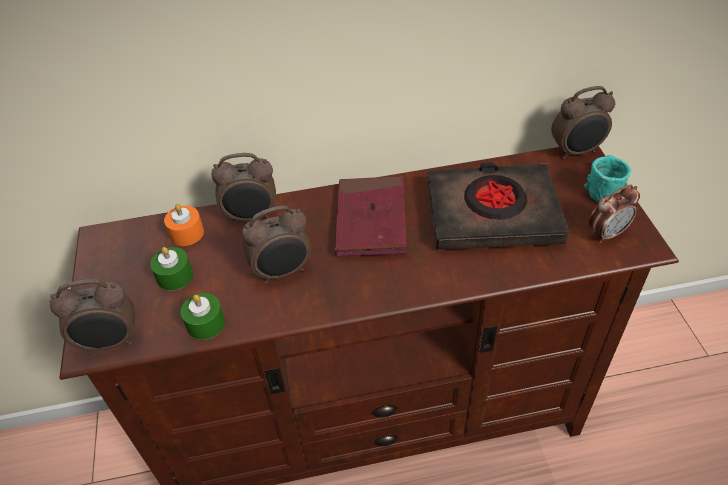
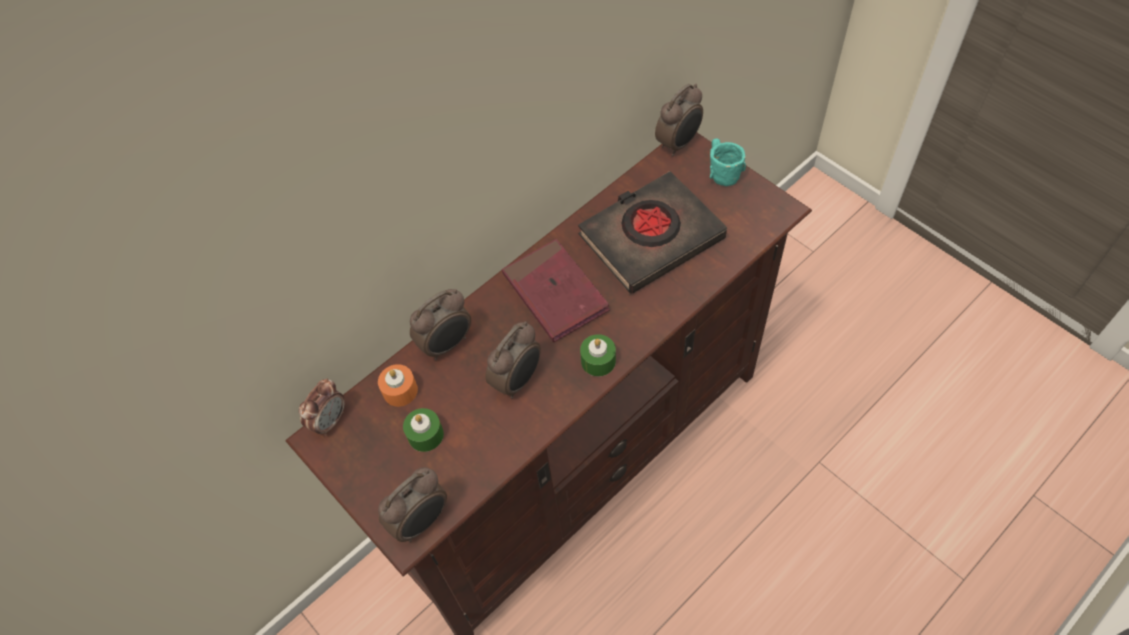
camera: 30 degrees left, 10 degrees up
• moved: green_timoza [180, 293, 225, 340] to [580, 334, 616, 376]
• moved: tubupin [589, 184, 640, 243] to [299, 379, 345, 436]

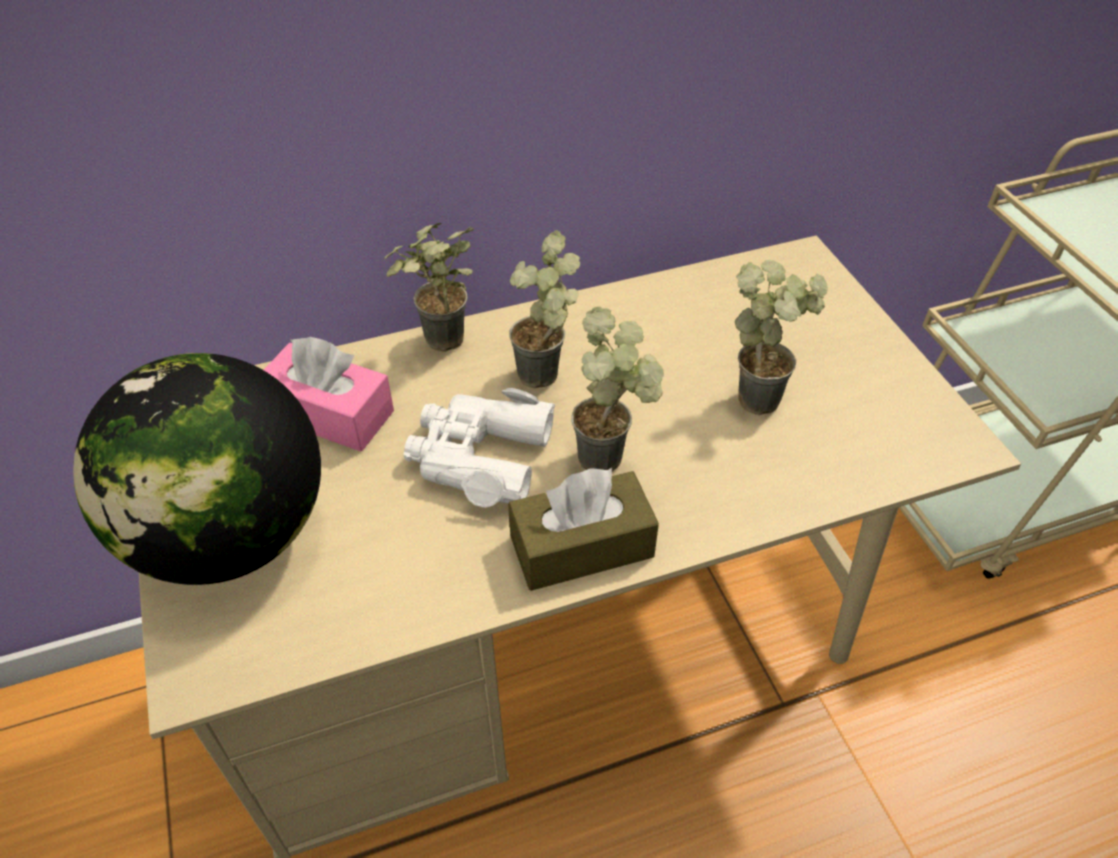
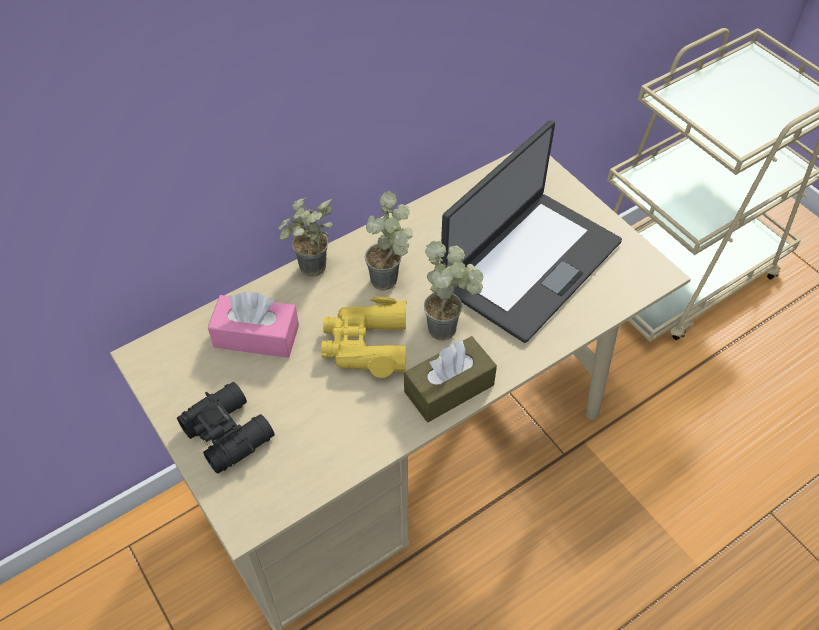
camera: 15 degrees left, 5 degrees up
• replaced: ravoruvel [73, 353, 321, 585] to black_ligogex [177, 382, 275, 474]
• recoloured: white_ligogex [403, 388, 555, 508] to yellow_ligogex [321, 297, 407, 378]
• replaced: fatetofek [735, 260, 828, 415] to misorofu [440, 120, 622, 343]

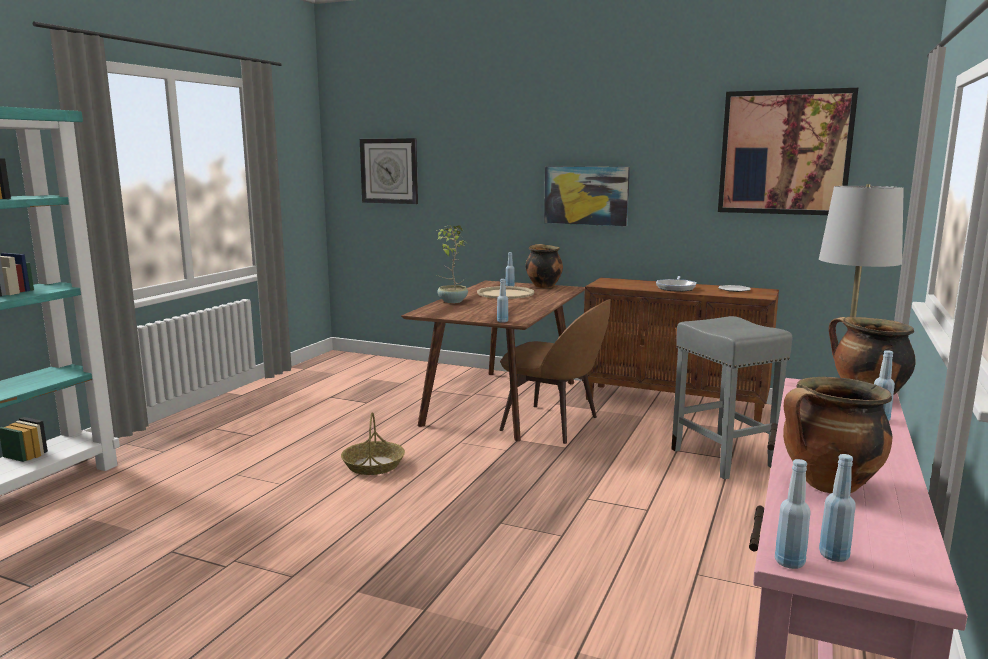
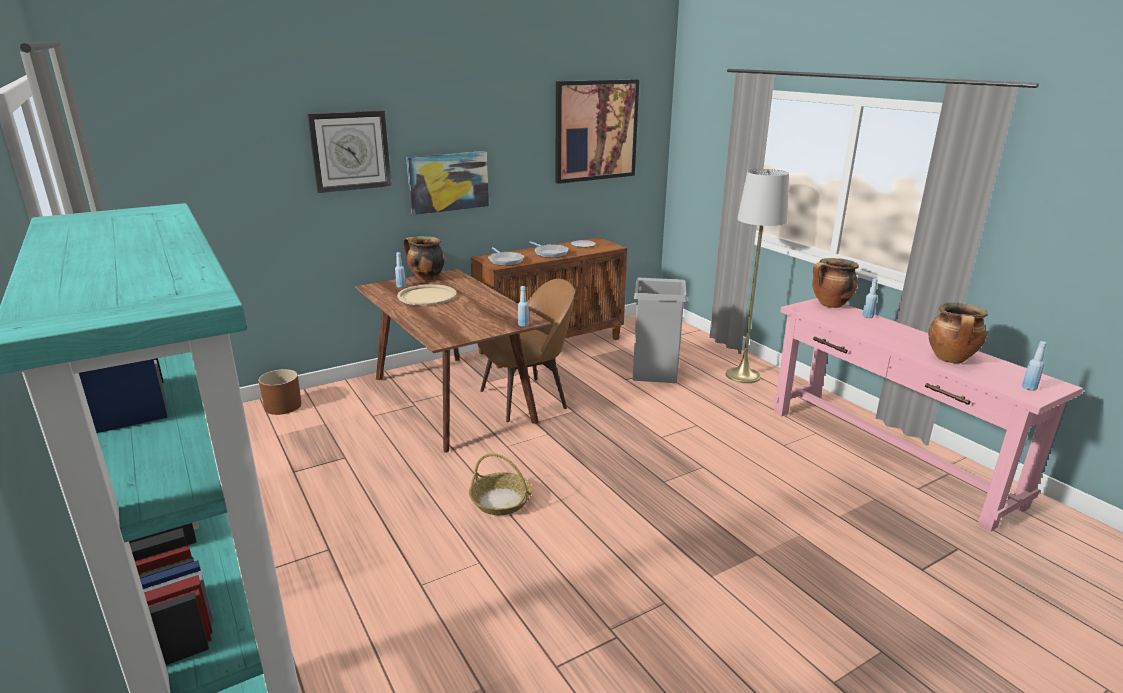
camera: 55 degrees left, 10 degrees up
• moved: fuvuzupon [360, 138, 418, 204] to [307, 111, 391, 193]
• removed: fatetofek [436, 225, 468, 303]
• replaced: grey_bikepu [671, 316, 792, 479] to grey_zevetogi [633, 278, 687, 383]
• removed: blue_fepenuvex [775, 459, 811, 569]
• added: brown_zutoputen [258, 369, 301, 415]
• added: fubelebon [488, 247, 524, 266]

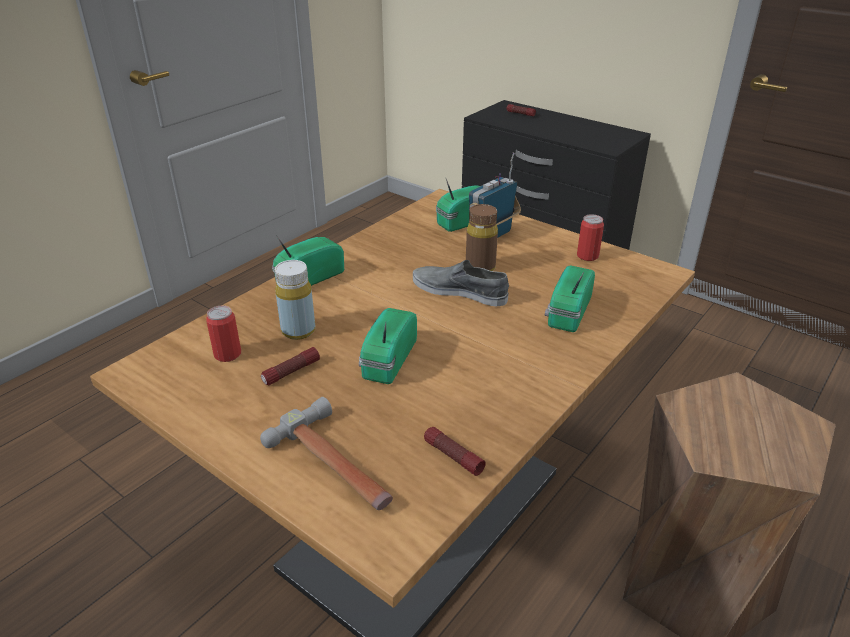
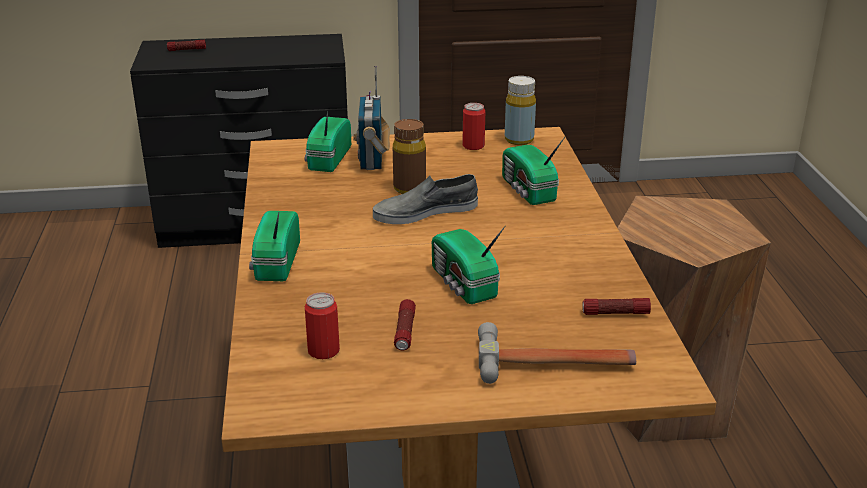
camera: 45 degrees left, 5 degrees down
• moved: yellow_fepenuvex [275, 260, 316, 340] to [505, 76, 536, 145]

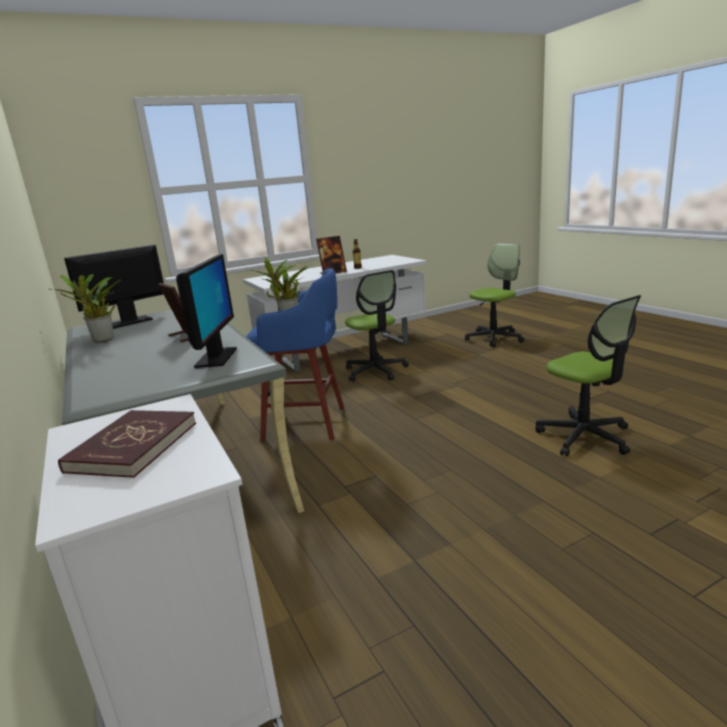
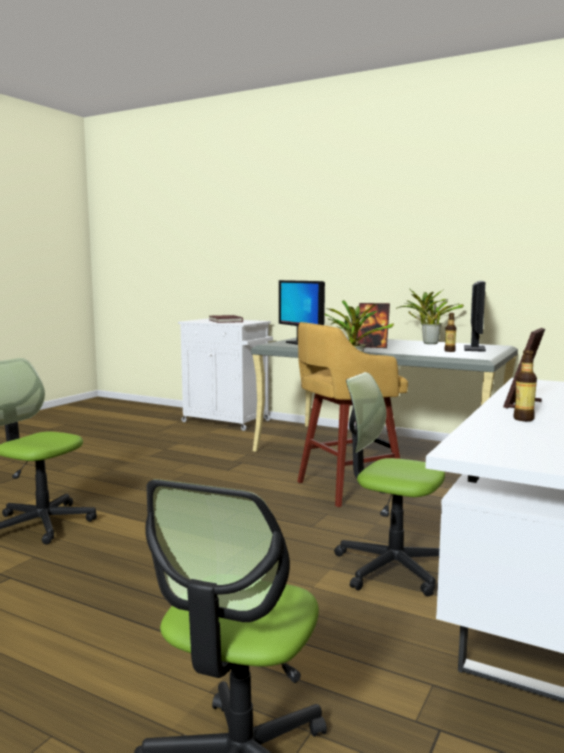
camera: 145 degrees right, 10 degrees down
• recoloured: blue_bikepu [246, 268, 344, 442] to yellow_bikepu [297, 322, 408, 507]
• added: fepenuvex [444, 313, 456, 352]

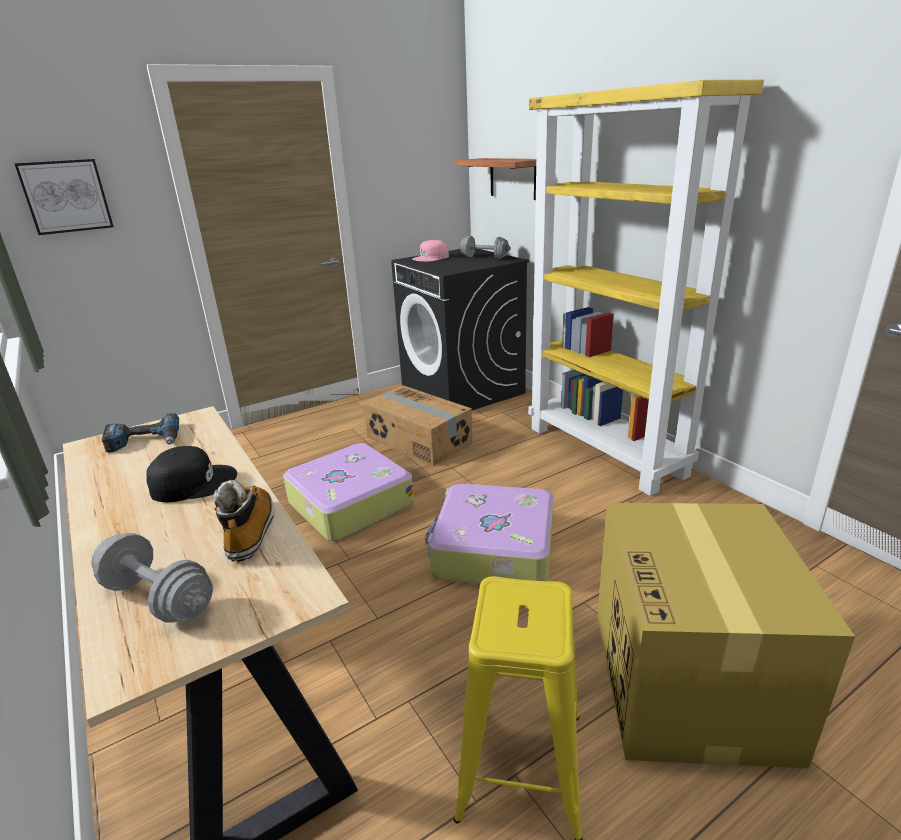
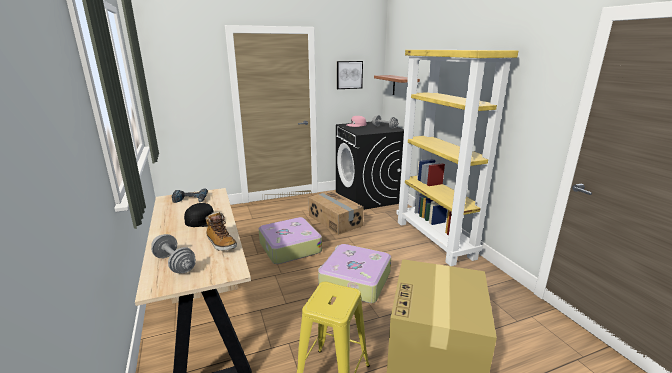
camera: 10 degrees right, 5 degrees down
• moved: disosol [14, 159, 114, 235] to [337, 61, 363, 89]
• turned: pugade [214, 480, 275, 562] = [205, 212, 237, 251] 135 degrees clockwise

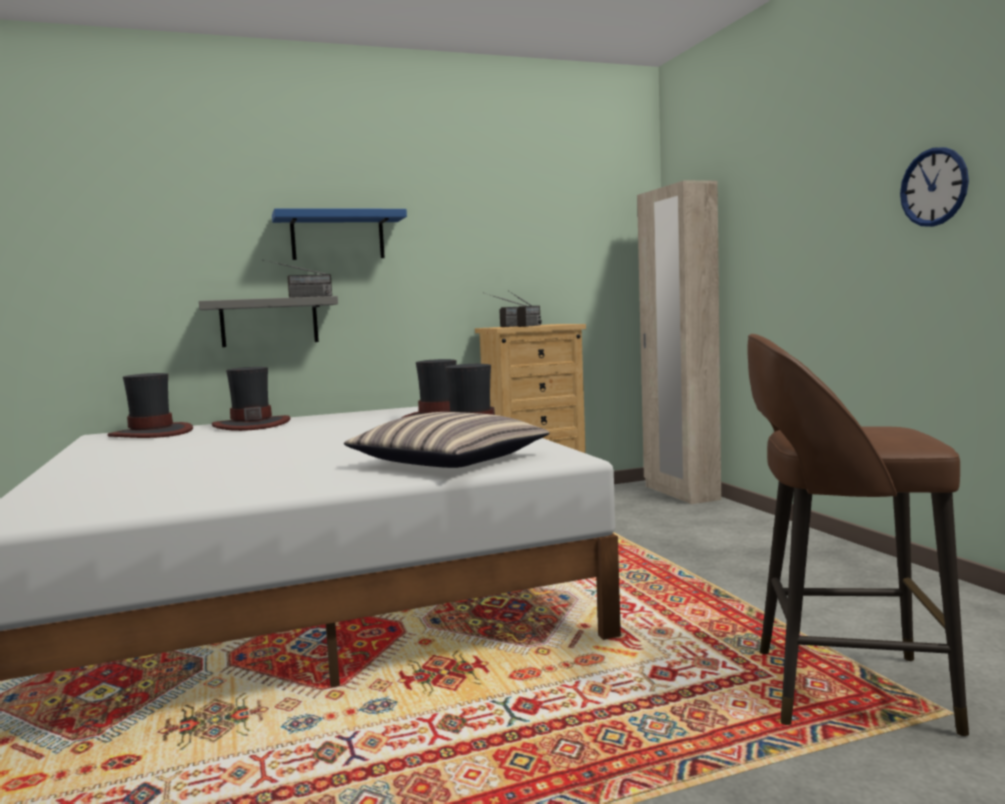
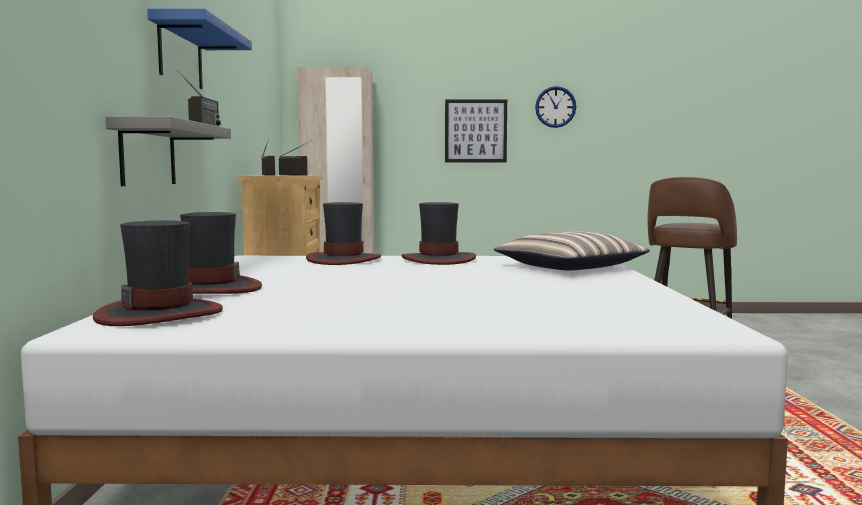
camera: 70 degrees left, 0 degrees up
• added: disosol [445, 99, 507, 163]

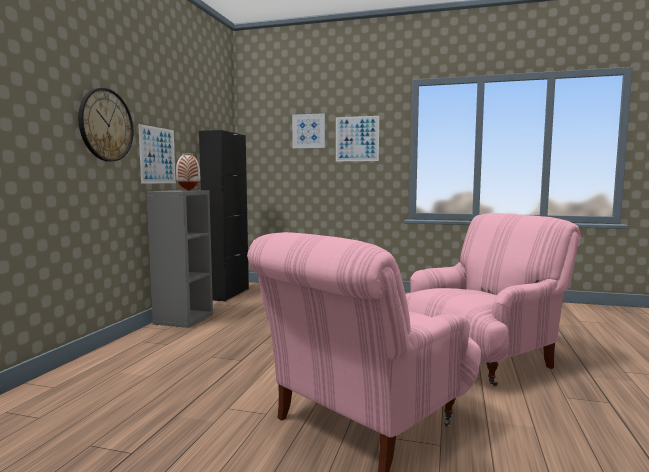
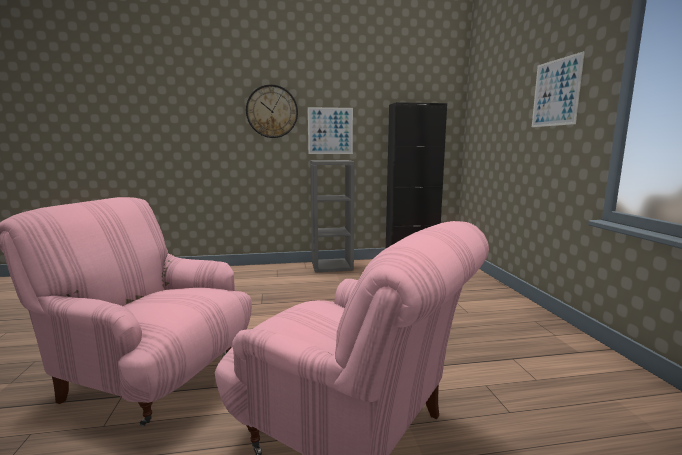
camera: 65 degrees right, 5 degrees up
• removed: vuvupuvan [176, 153, 200, 191]
• removed: disosol [292, 113, 325, 149]

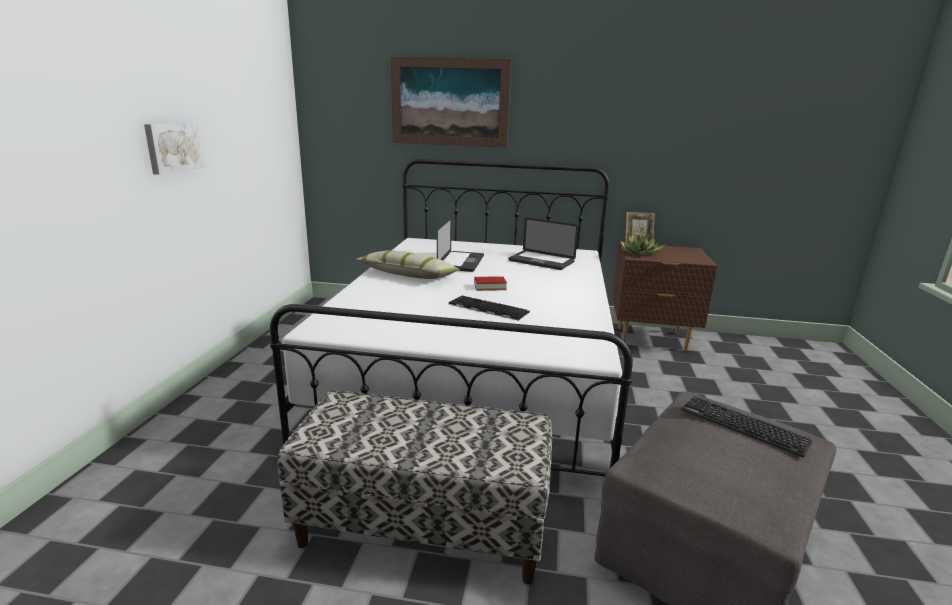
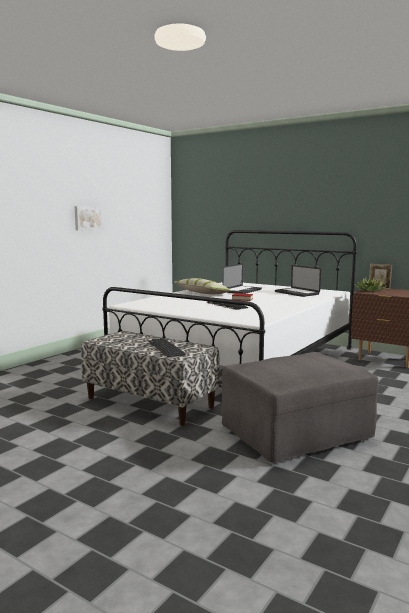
camera: 25 degrees right, 10 degrees down
• removed: disosol [391, 57, 511, 148]
• moved: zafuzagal [681, 396, 813, 457] to [148, 338, 186, 357]

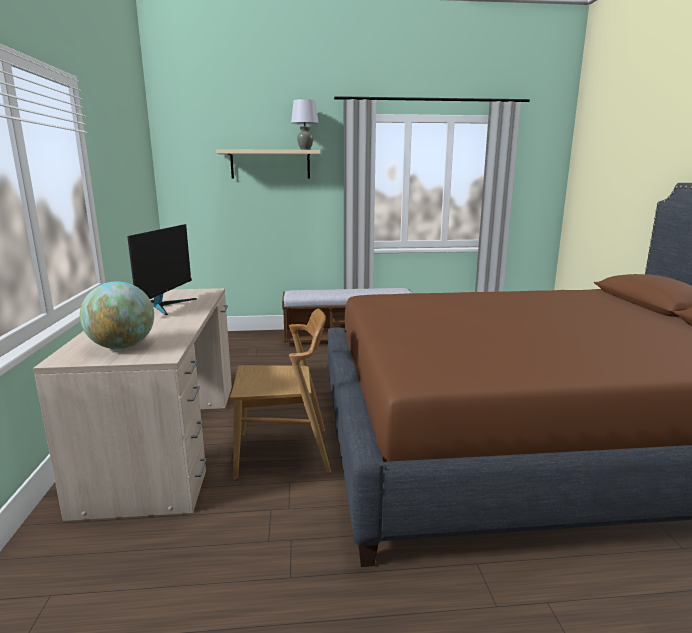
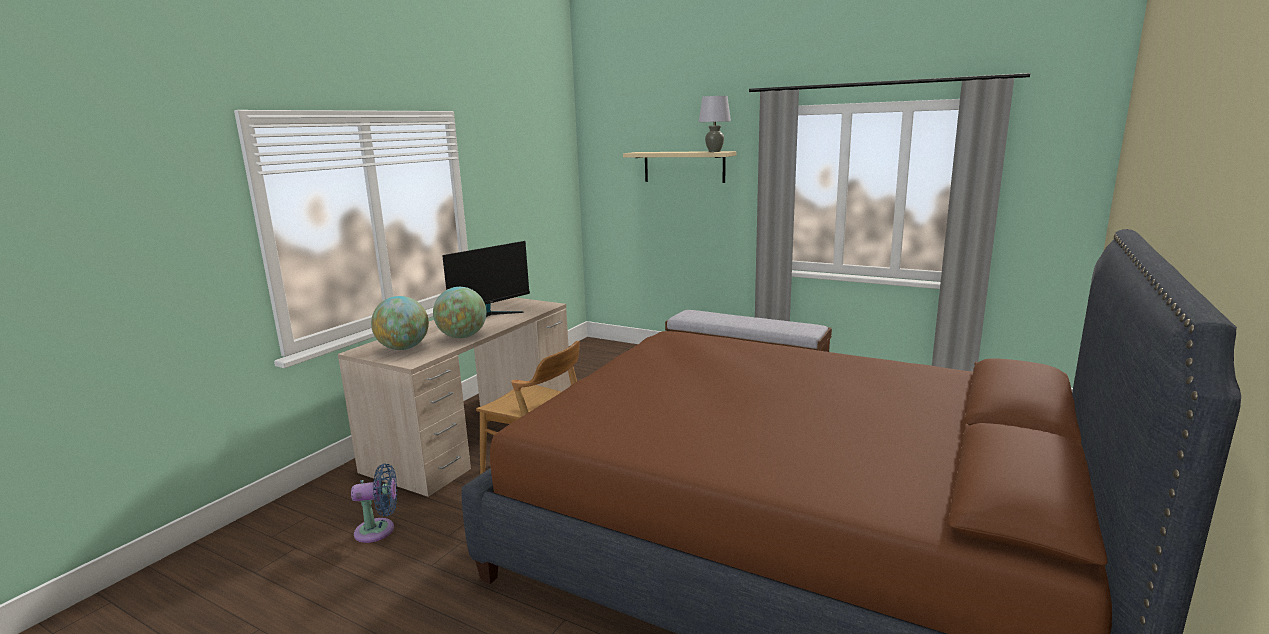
camera: 35 degrees right, 0 degrees up
• added: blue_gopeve [351, 464, 397, 543]
• added: ravoruvel [433, 287, 486, 338]

